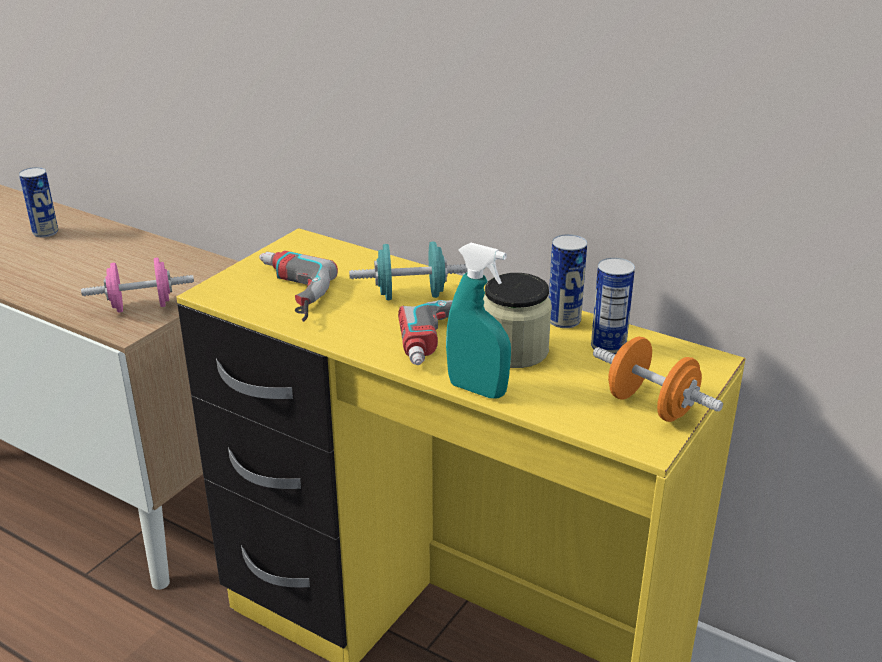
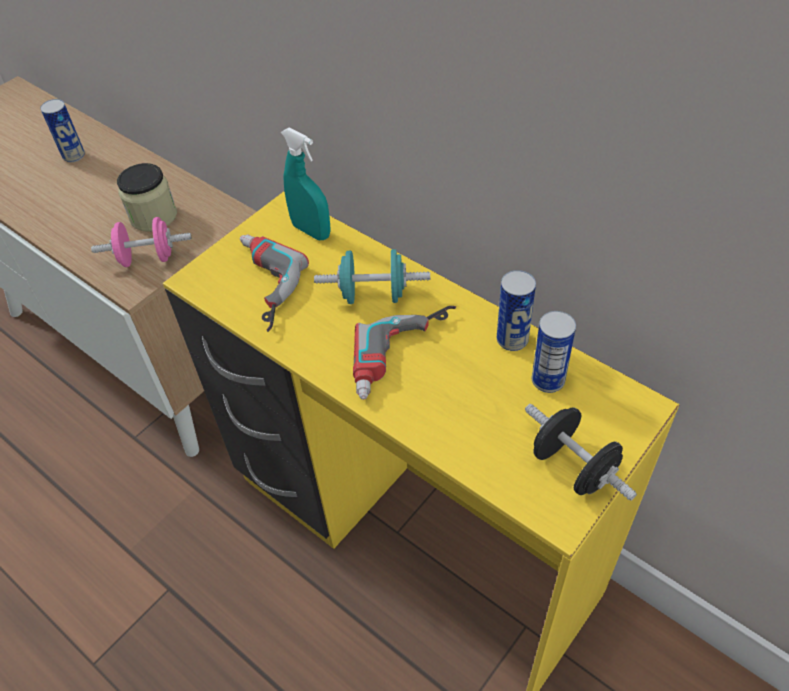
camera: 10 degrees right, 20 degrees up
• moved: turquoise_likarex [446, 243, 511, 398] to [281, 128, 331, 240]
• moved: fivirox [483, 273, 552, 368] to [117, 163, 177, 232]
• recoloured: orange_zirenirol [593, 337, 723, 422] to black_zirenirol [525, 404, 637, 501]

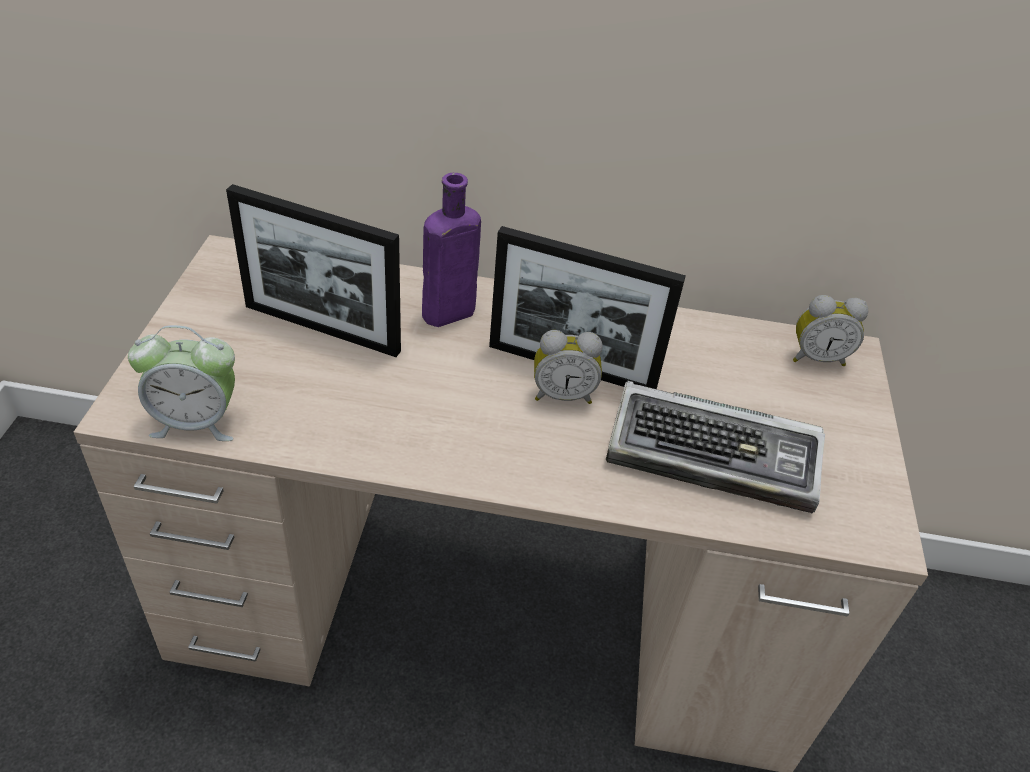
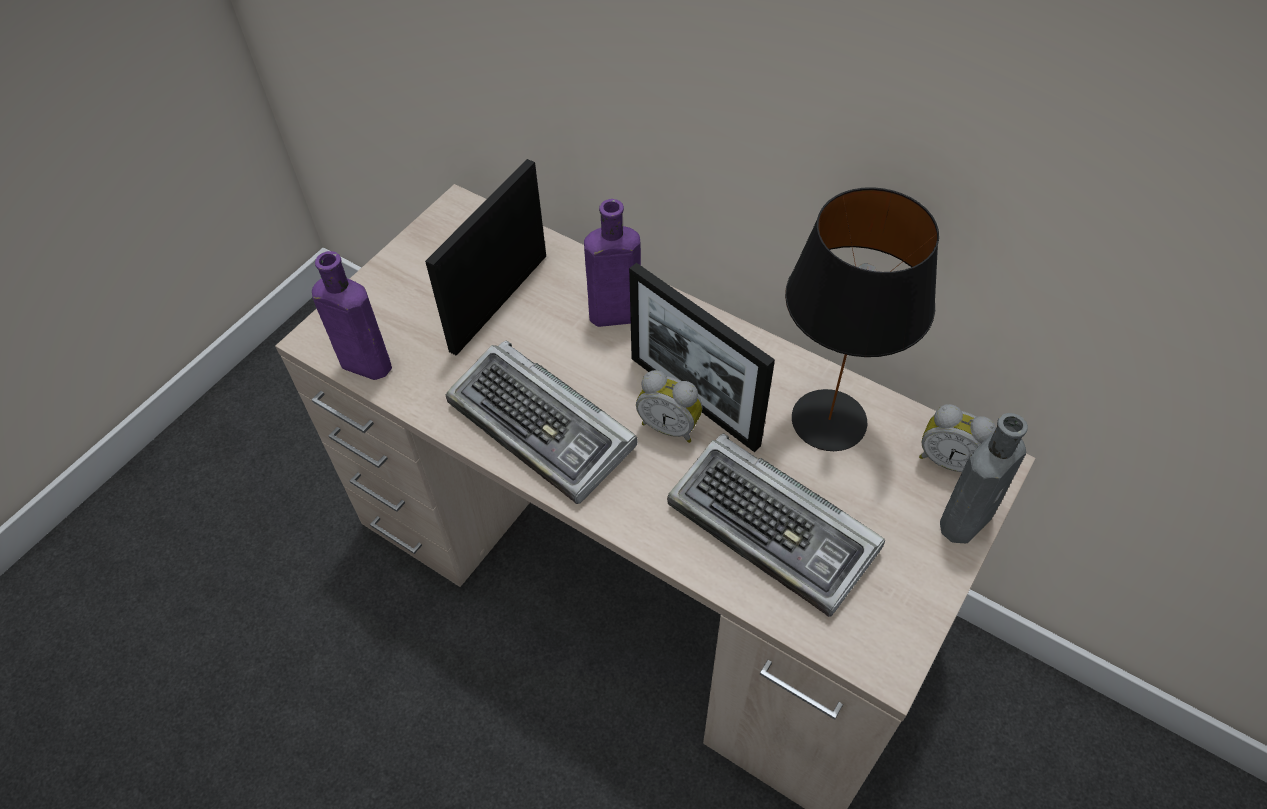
camera: 30 degrees right, 10 degrees up
• replaced: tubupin [128, 325, 235, 441] to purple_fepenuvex [312, 251, 392, 380]
• turned: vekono [226, 184, 401, 357] = [425, 159, 546, 356] 75 degrees clockwise
• added: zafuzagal [446, 340, 638, 504]
• added: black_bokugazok [785, 187, 939, 451]
• added: grey_fepenuvex [940, 413, 1028, 543]

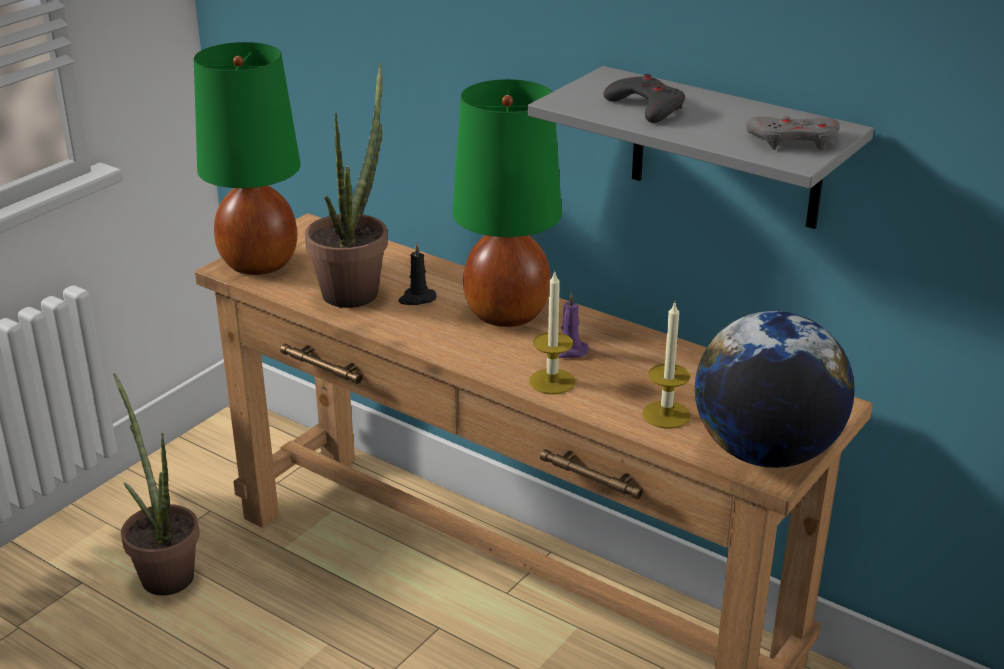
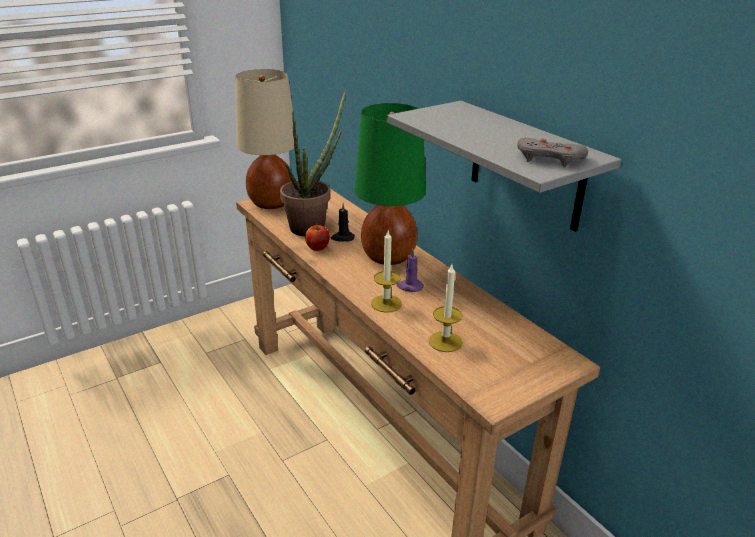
camera: 20 degrees right, 0 degrees up
• removed: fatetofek [113, 373, 200, 595]
• recoloured: green_bokugazok [194, 42, 300, 275] to beige_bokugazok [235, 69, 294, 209]
• removed: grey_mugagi [603, 74, 685, 123]
• removed: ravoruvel [695, 311, 855, 468]
• added: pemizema [305, 224, 330, 251]

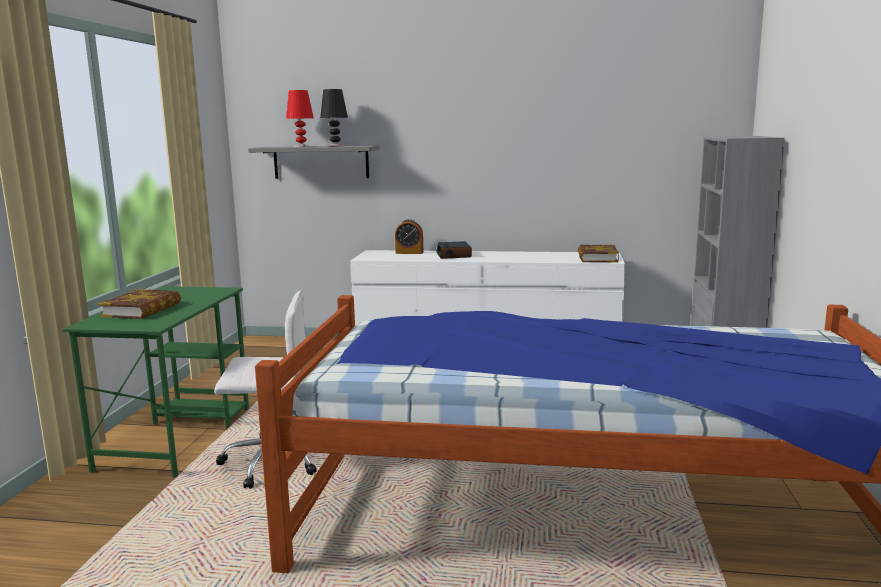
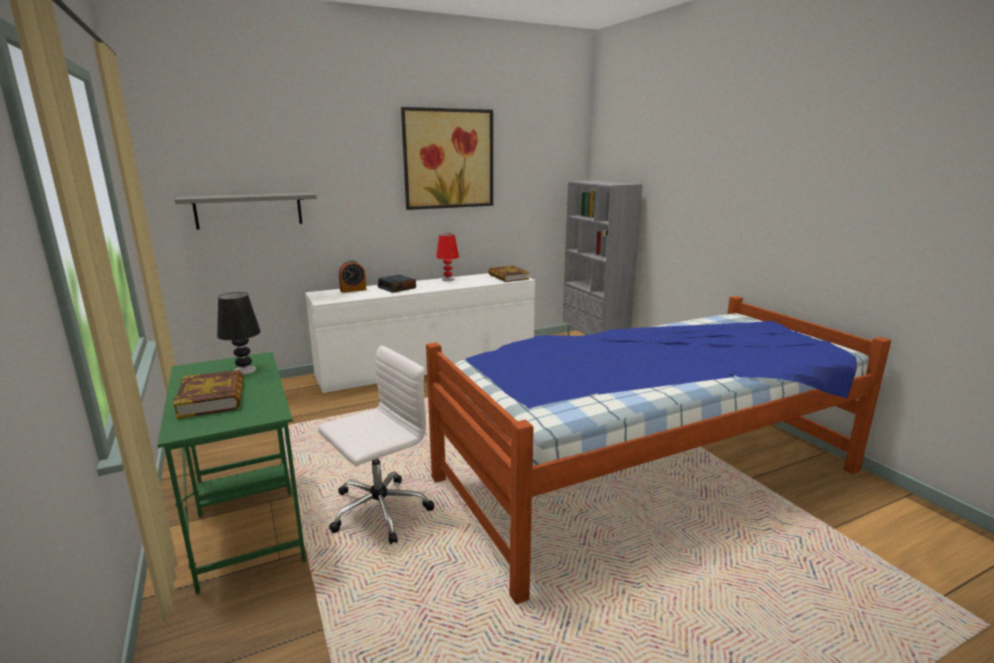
camera: 35 degrees left, 5 degrees up
• moved: red_bokugazok [286, 90, 314, 147] to [436, 233, 459, 281]
• moved: black_bokugazok [320, 89, 348, 147] to [217, 292, 261, 375]
• added: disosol [401, 107, 493, 210]

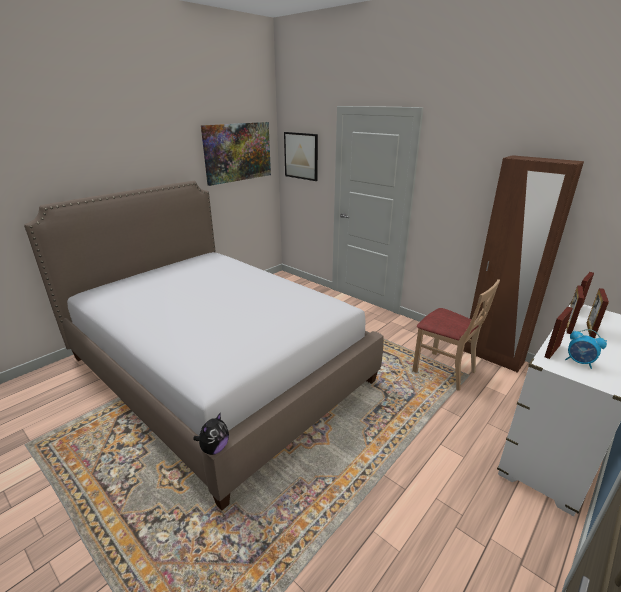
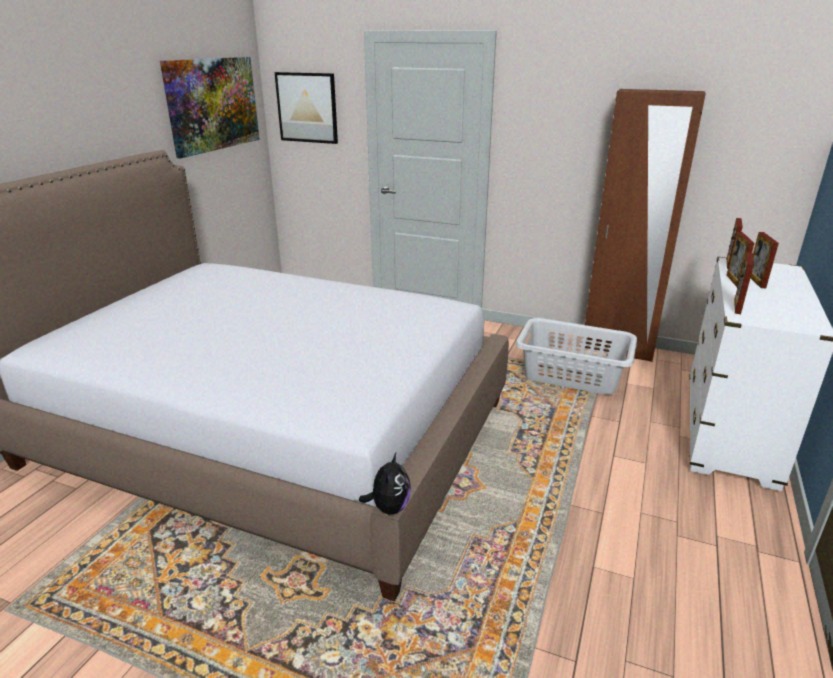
camera: 20 degrees left, 0 degrees up
• replaced: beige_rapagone [412, 279, 500, 391] to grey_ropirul [516, 318, 637, 395]
• removed: tubupin [565, 329, 607, 369]

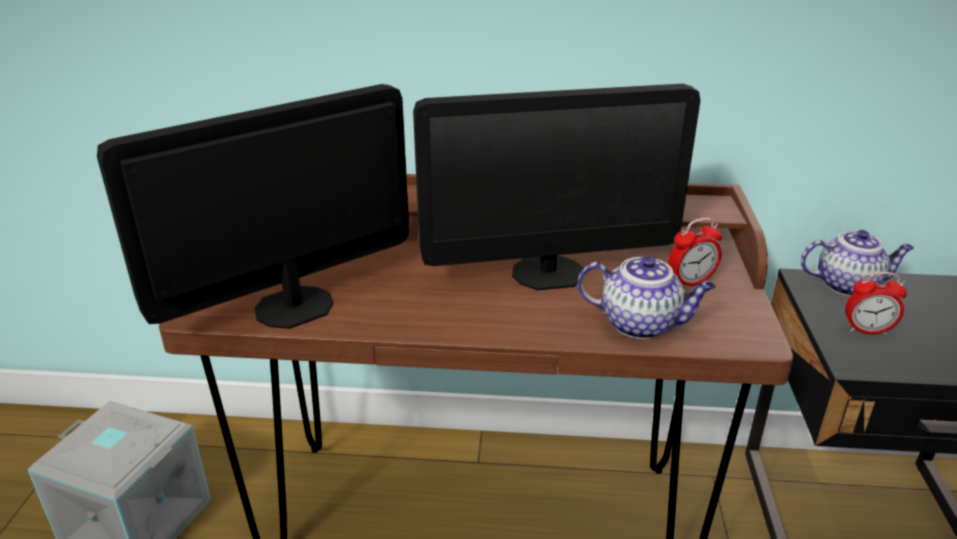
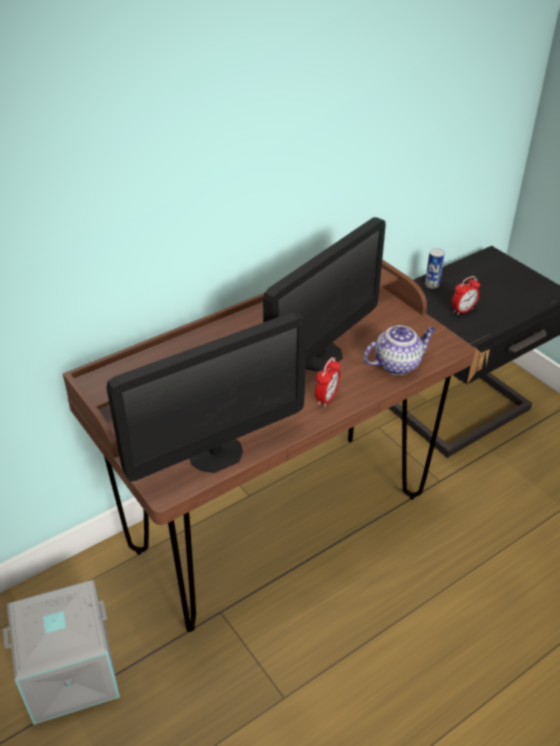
camera: 40 degrees left, 10 degrees up
• turned: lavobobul [97, 84, 409, 329] = [106, 312, 307, 482] 135 degrees counterclockwise
• moved: tubupin [668, 218, 722, 286] to [315, 357, 341, 407]
• replaced: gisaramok [800, 230, 914, 296] to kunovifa [425, 248, 445, 289]

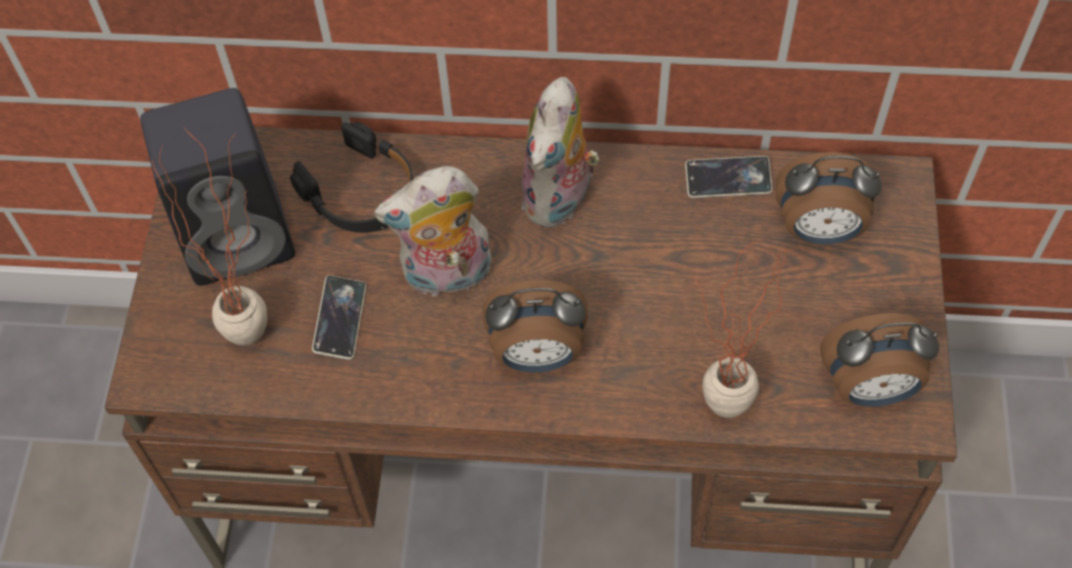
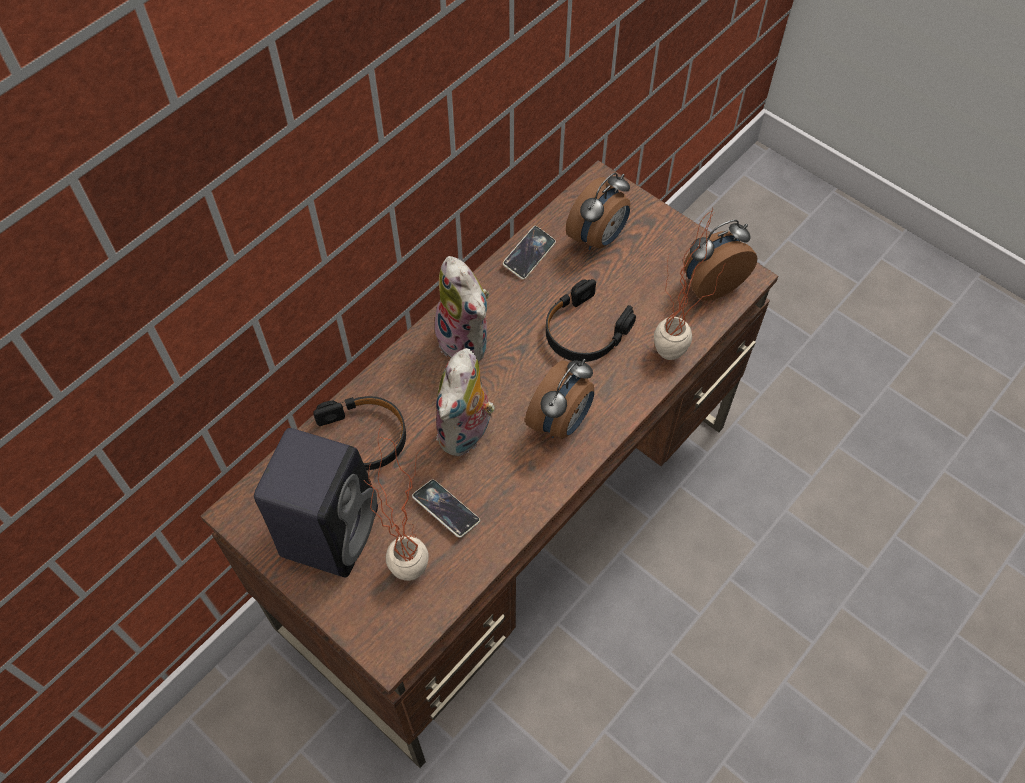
camera: 55 degrees left, 0 degrees up
• turned: tubupin [820, 313, 939, 406] = [684, 220, 758, 301] 150 degrees counterclockwise
• added: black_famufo [546, 279, 636, 362]

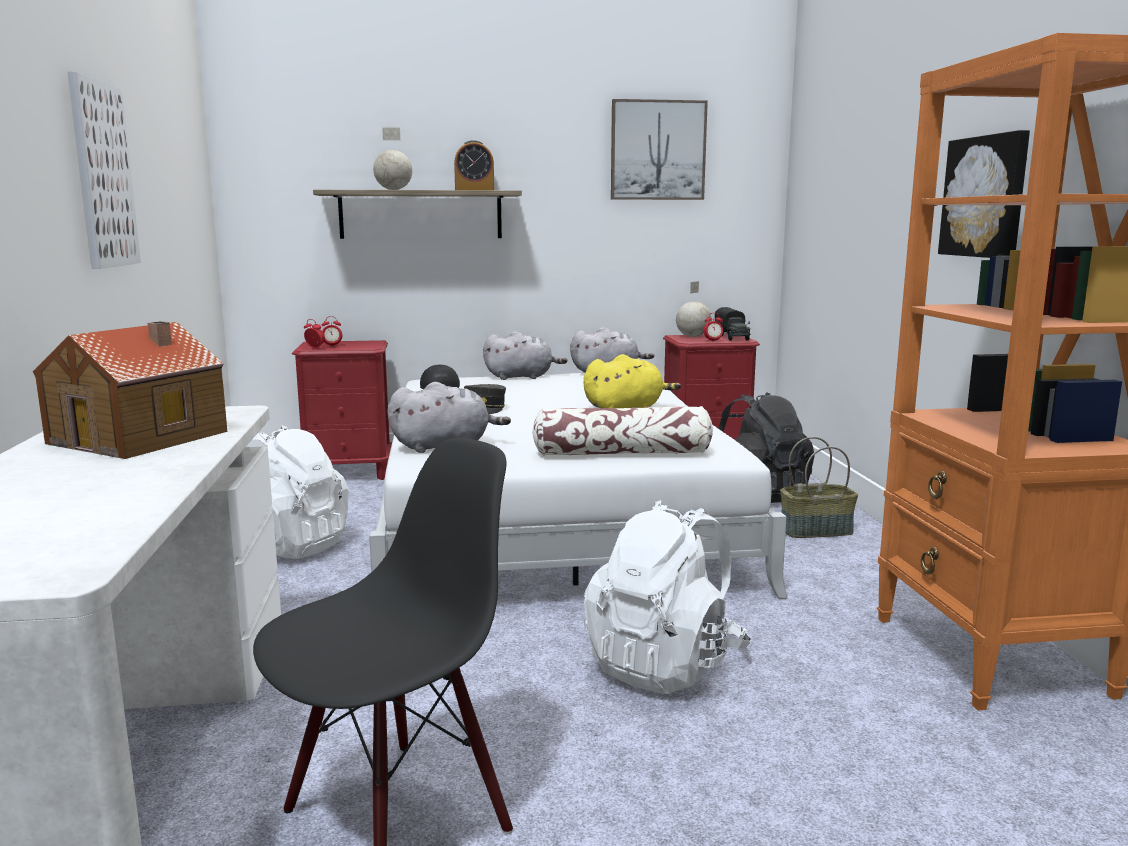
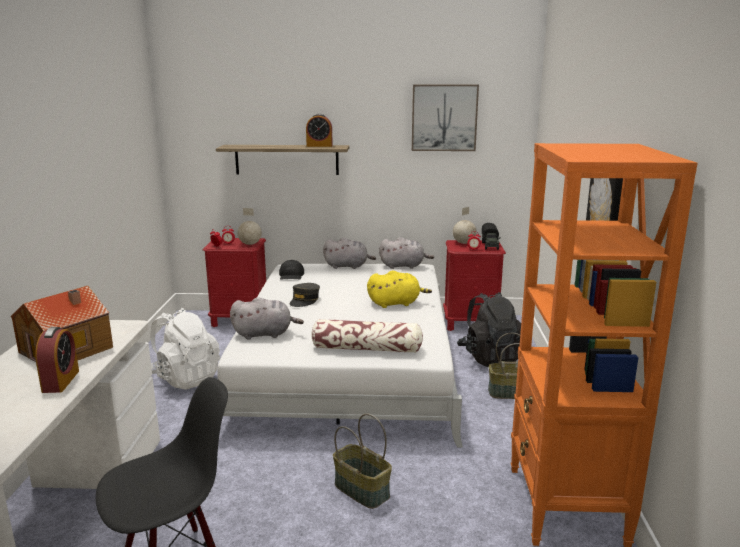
camera: 10 degrees right, 5 degrees up
• removed: disosol [67, 71, 141, 269]
• moved: ravoruvel [373, 127, 412, 190] to [237, 208, 262, 245]
• replaced: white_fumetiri [584, 500, 751, 694] to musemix [333, 414, 392, 509]
• added: tubupin [35, 327, 79, 393]

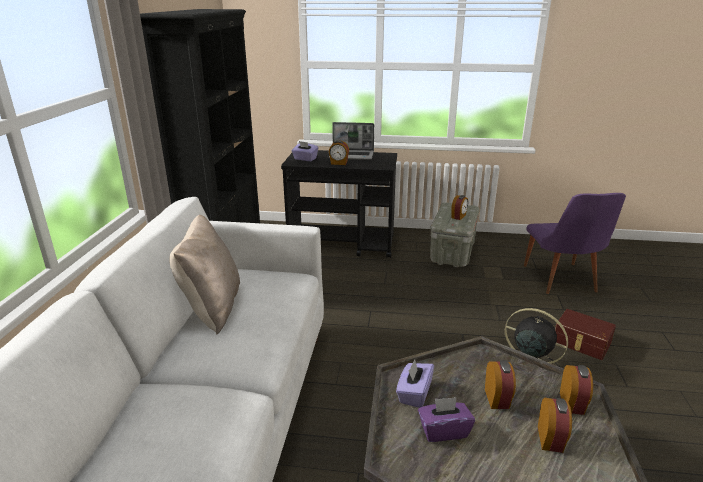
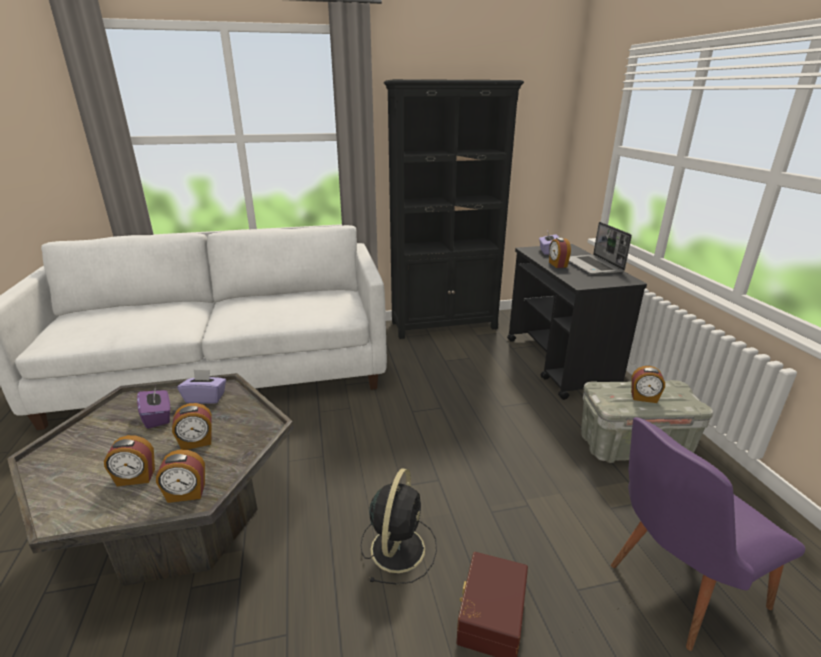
camera: 70 degrees right, 0 degrees up
• removed: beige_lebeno [169, 215, 240, 335]

